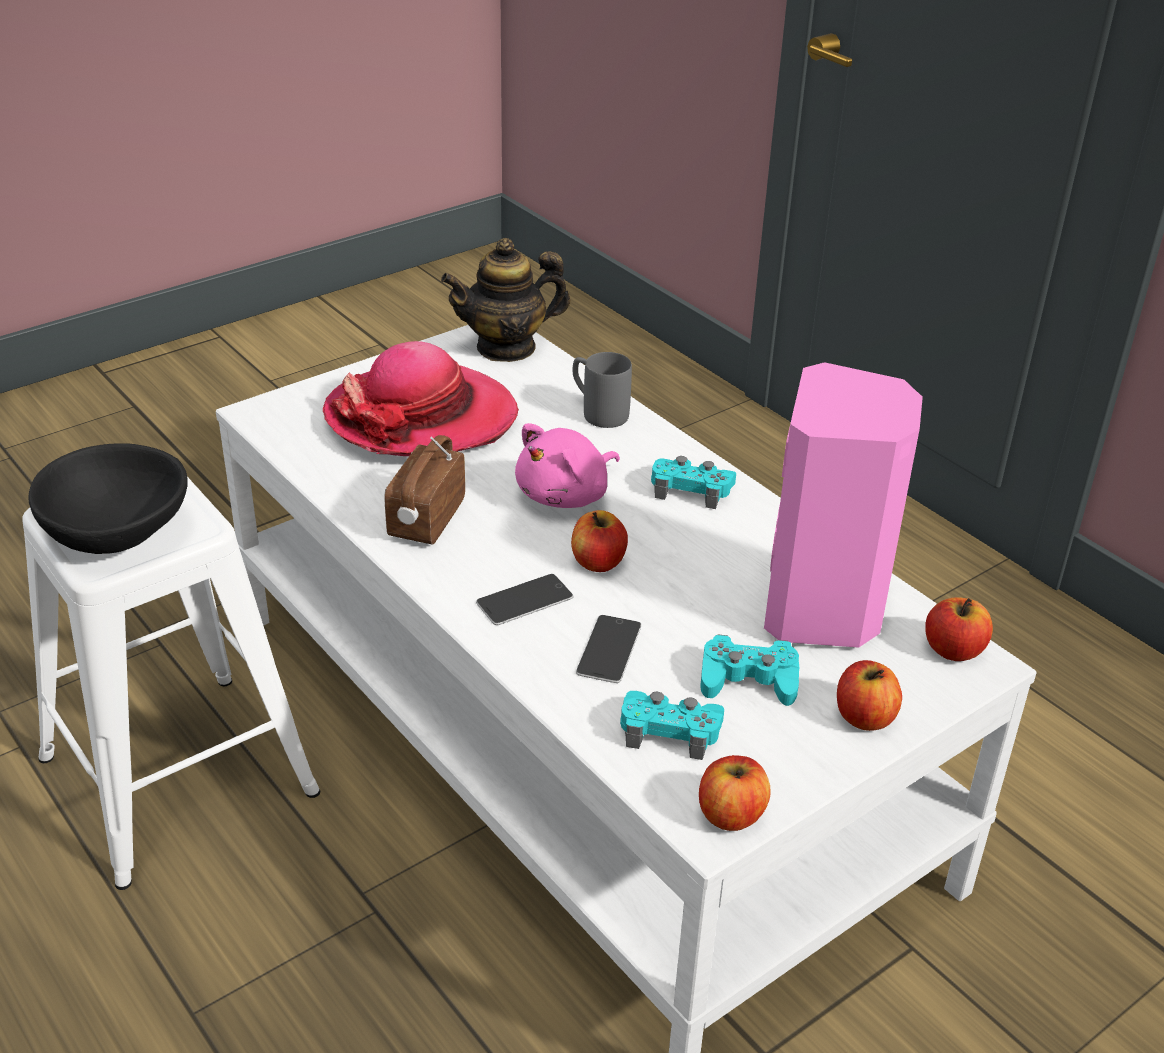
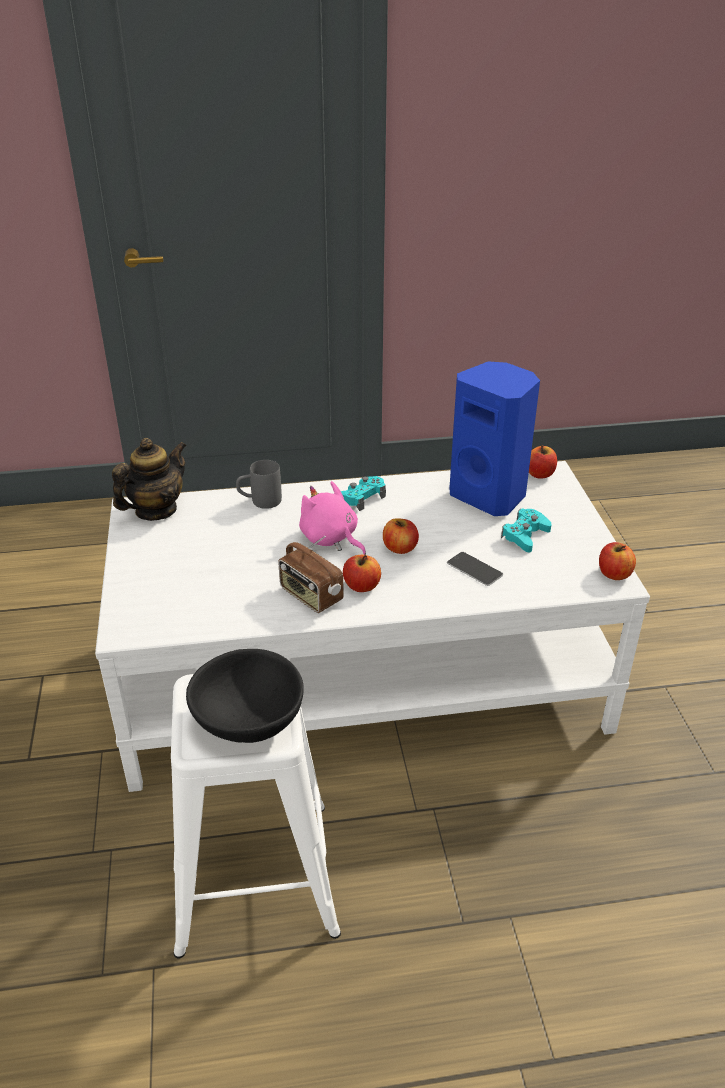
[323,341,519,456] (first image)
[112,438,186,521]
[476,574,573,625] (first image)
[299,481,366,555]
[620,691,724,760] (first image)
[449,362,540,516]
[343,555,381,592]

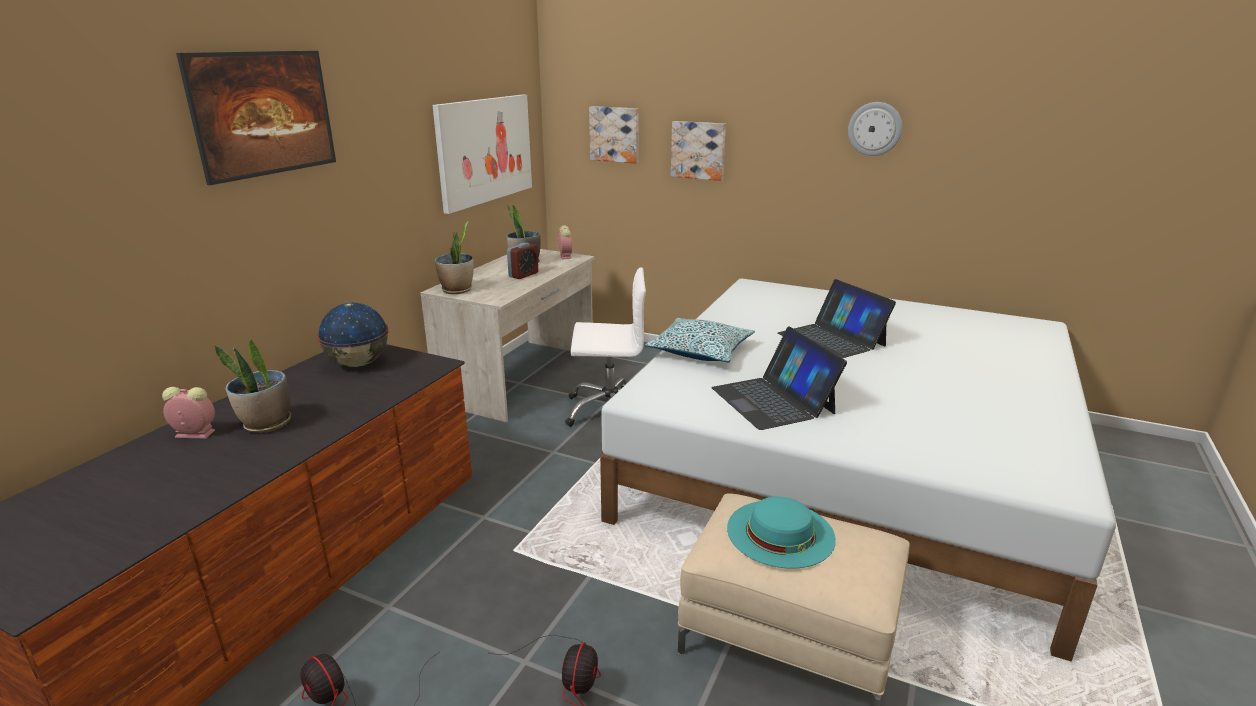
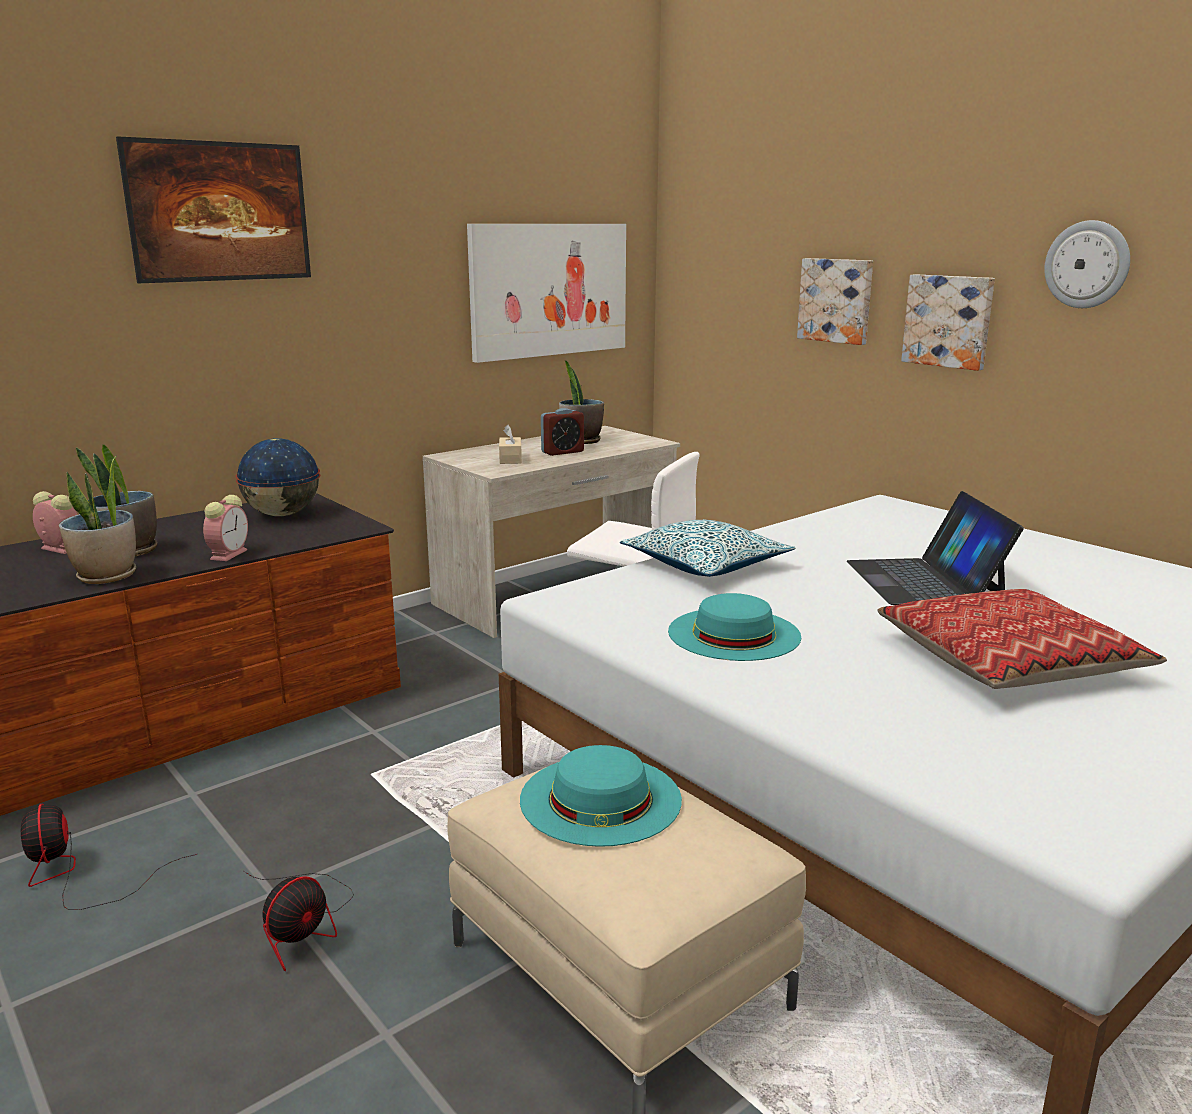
[59,456,136,584]
[203,495,248,561]
[901,274,995,371]
[668,593,801,661]
[499,424,522,464]
[877,589,1167,689]

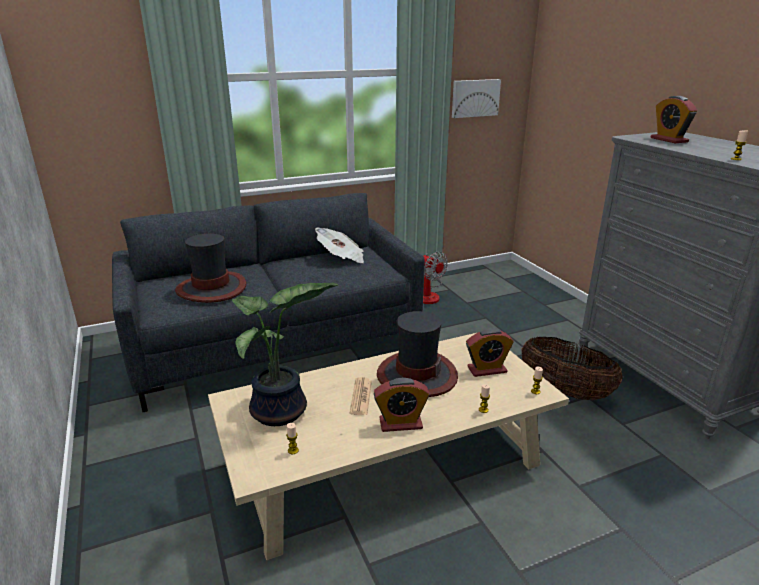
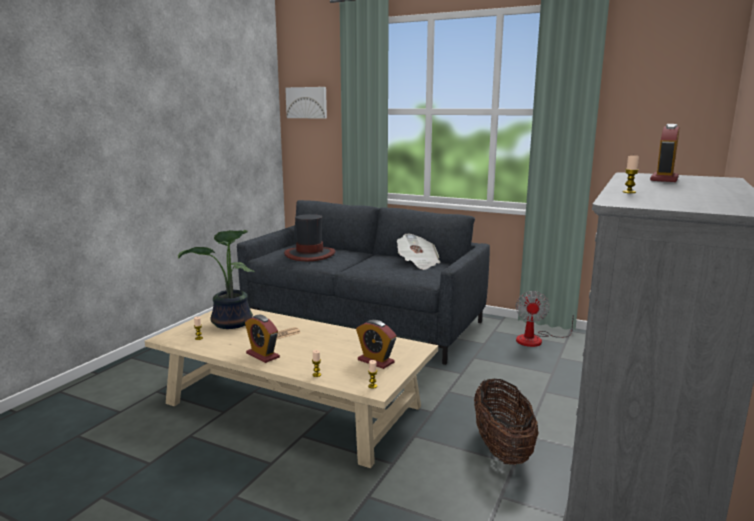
[377,311,458,397] (first image)
[285,87,327,119]

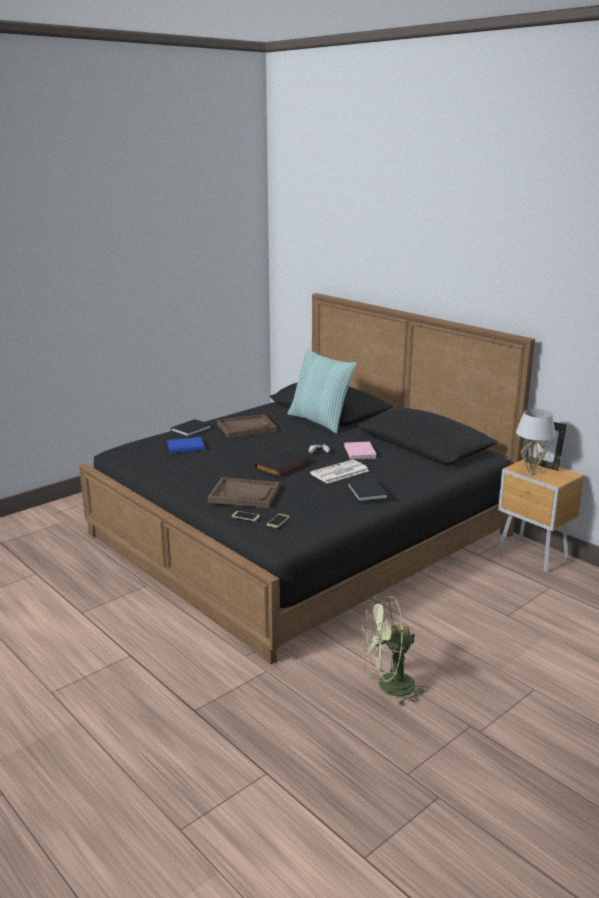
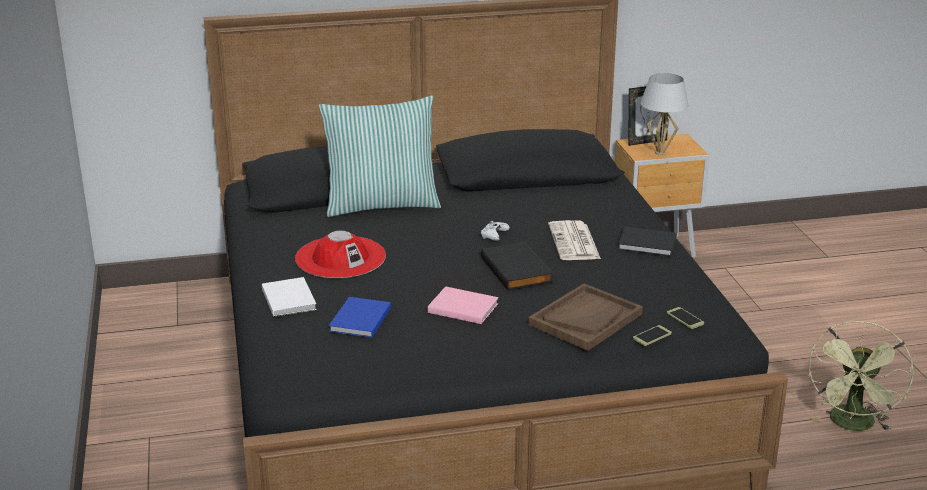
[262,277,317,317]
[295,231,386,278]
[428,286,498,324]

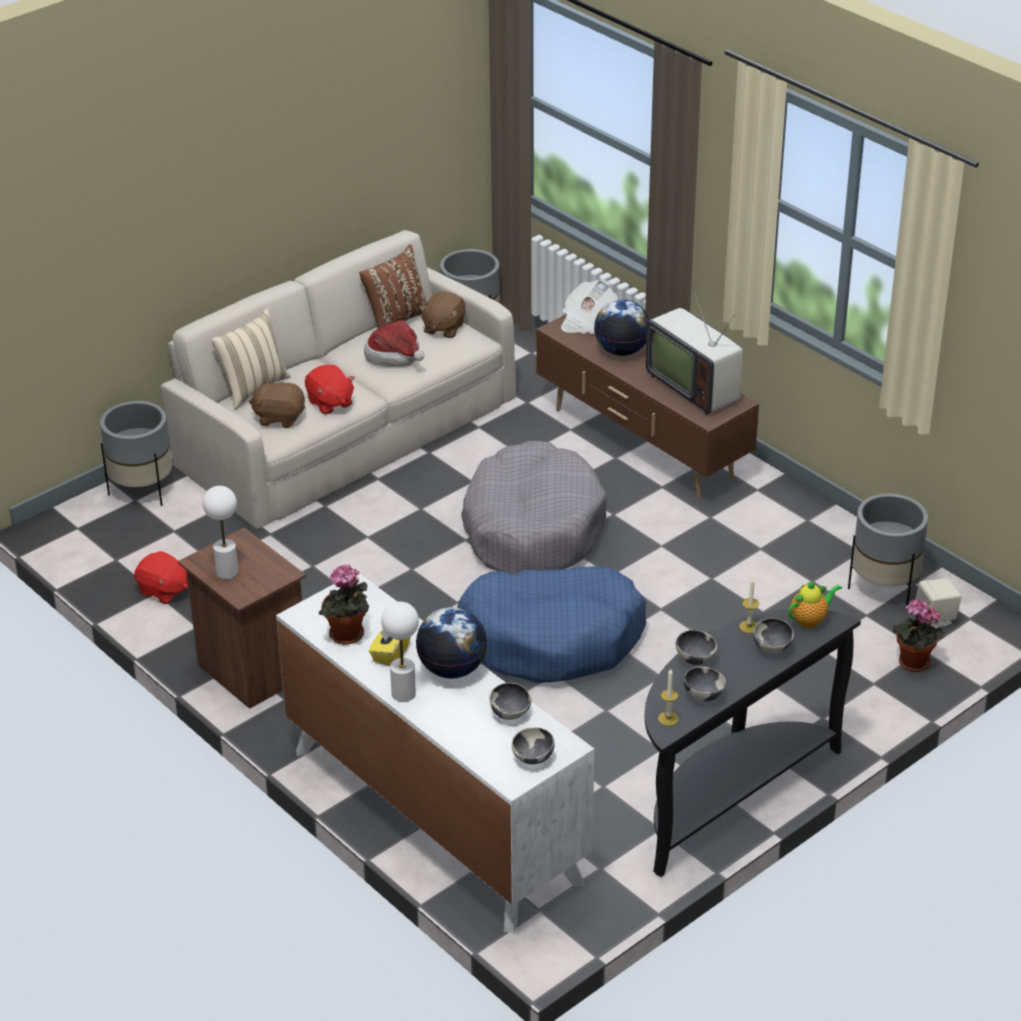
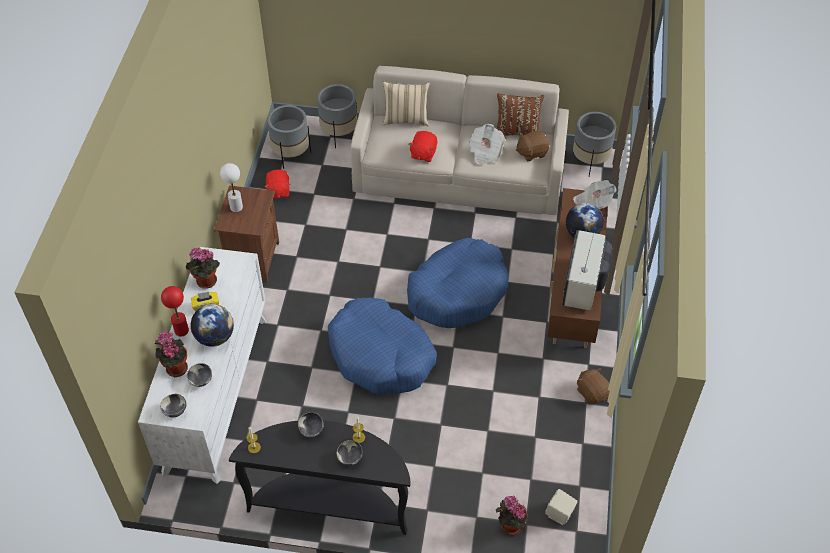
[577,368,610,404]
[469,124,505,165]
[161,286,189,337]
[407,238,508,328]
[684,667,726,702] (first image)
[788,581,842,628] (first image)
[267,105,311,169]
[155,331,188,377]

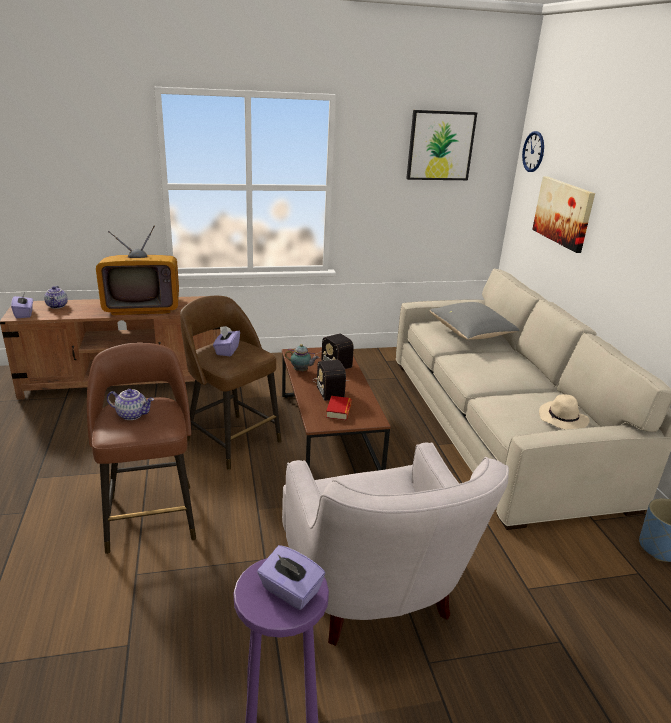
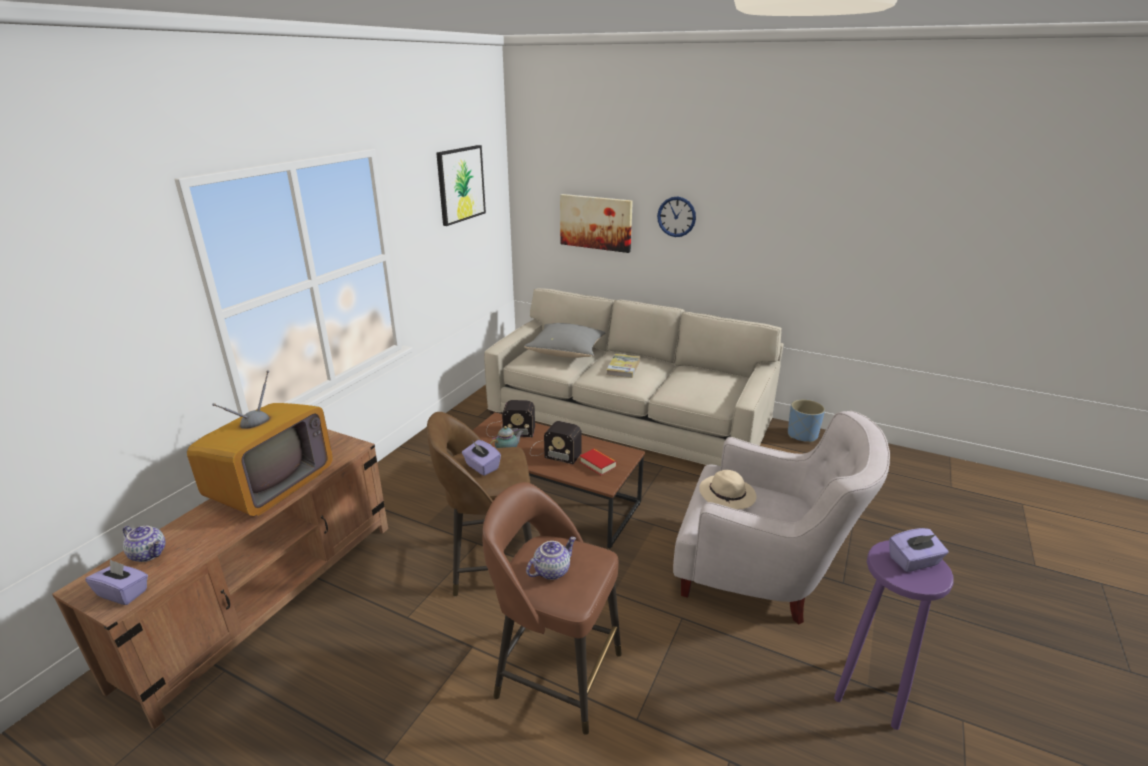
[657,197,696,237]
[699,470,757,509]
[606,354,640,378]

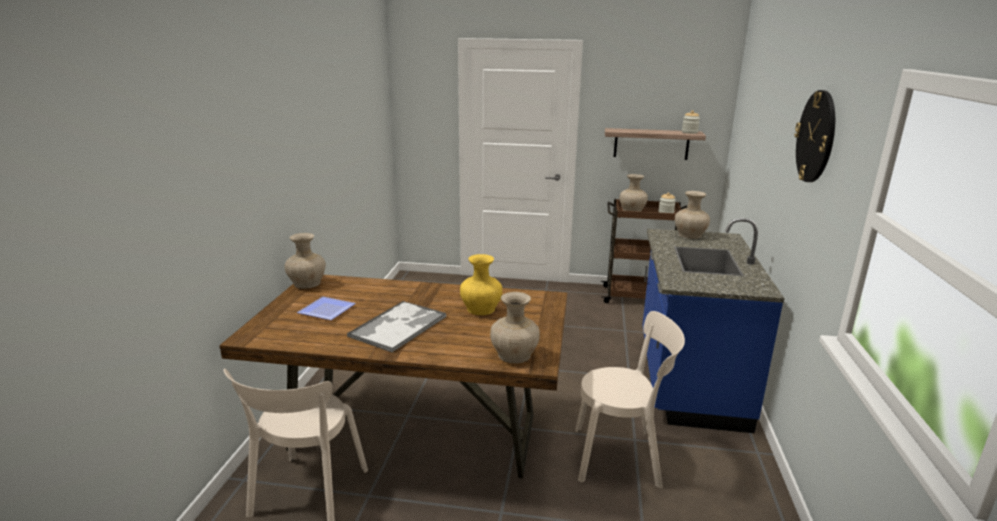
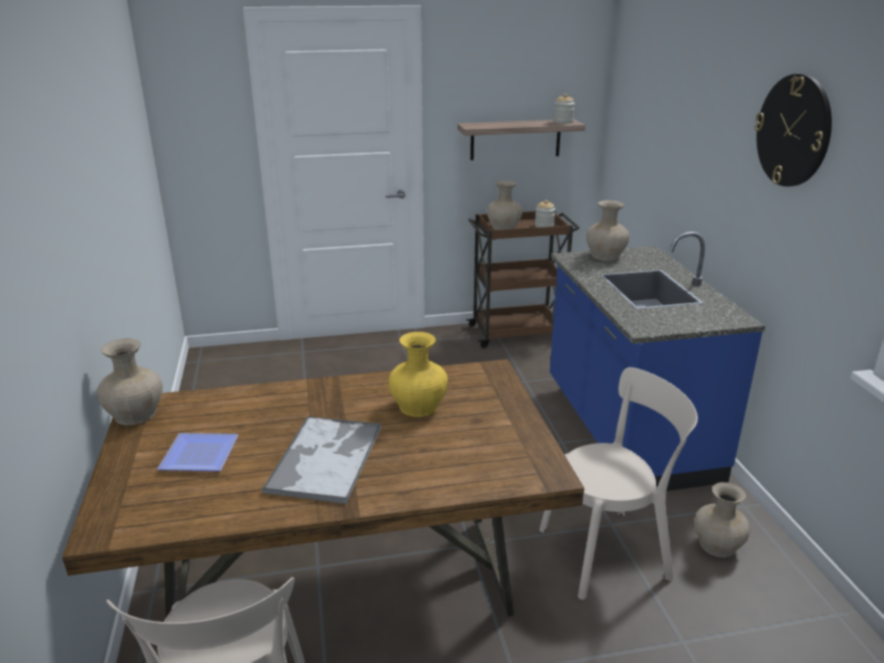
[694,482,750,558]

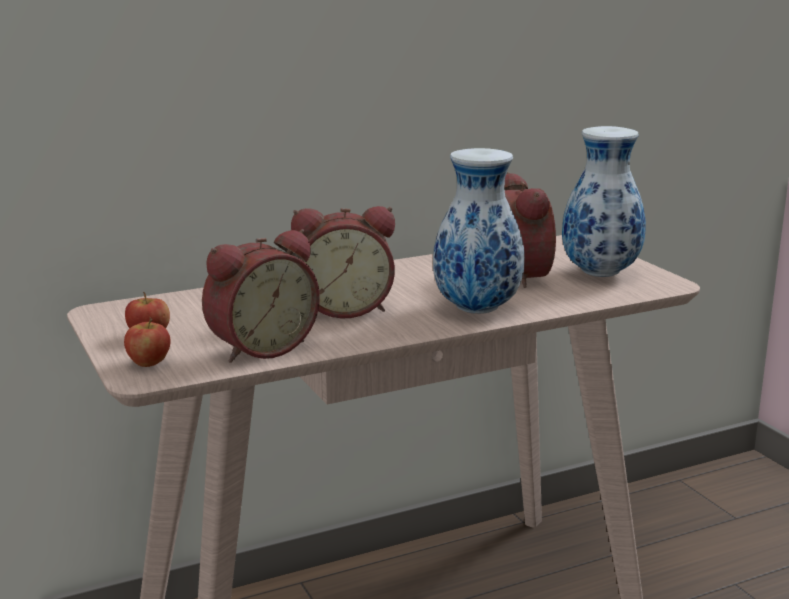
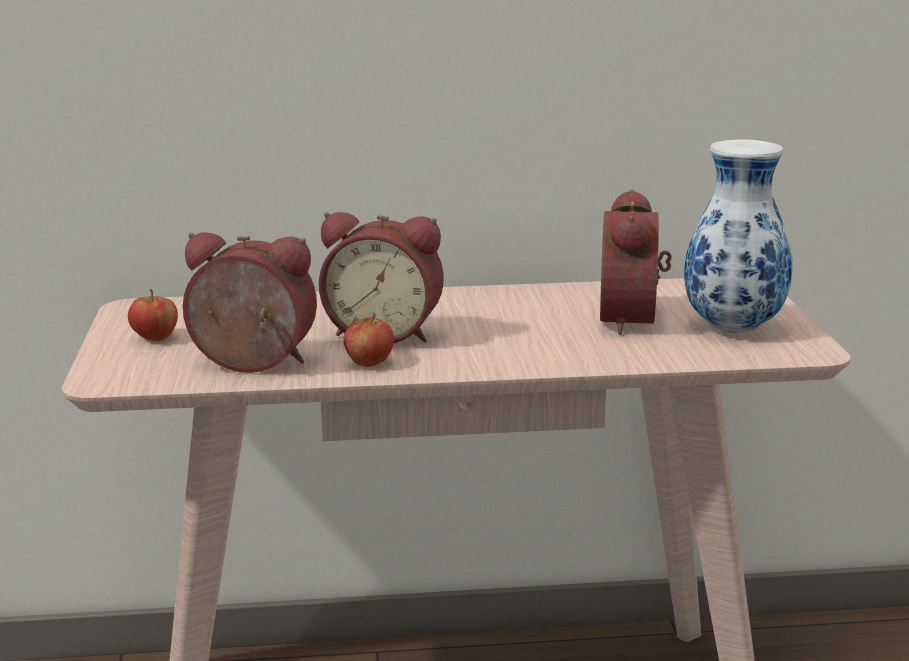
[344,312,394,367]
[183,232,317,373]
[433,148,525,314] (first image)

